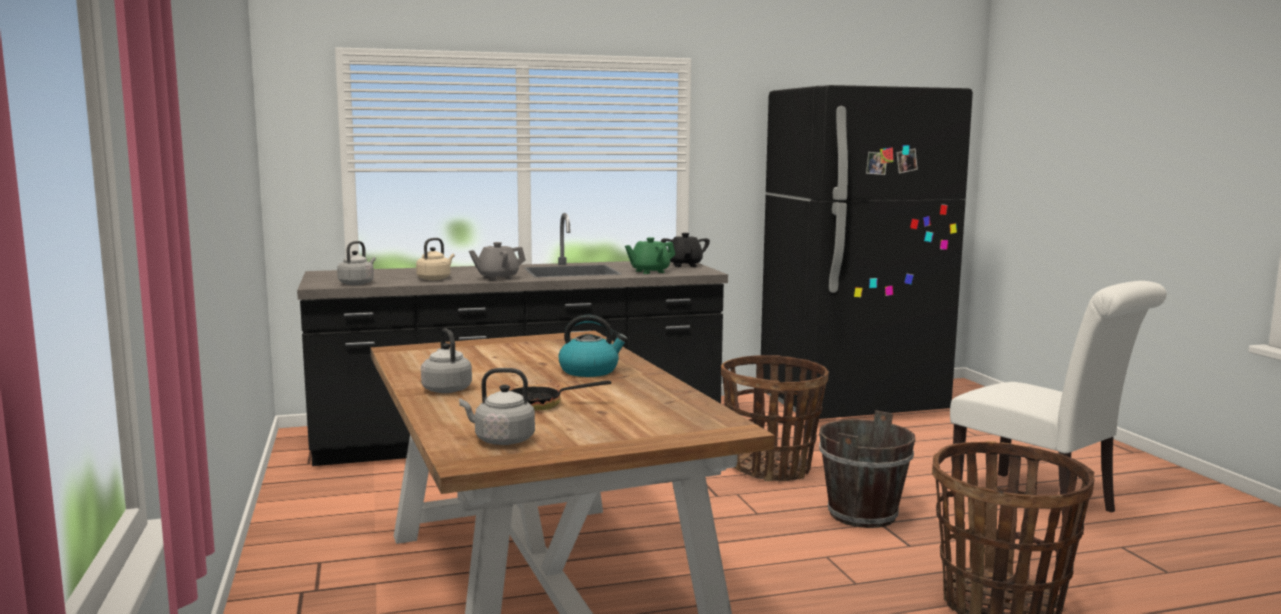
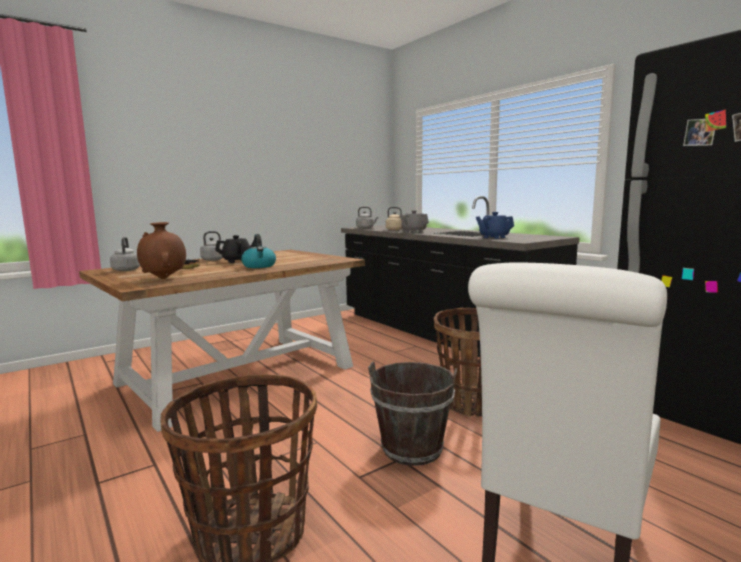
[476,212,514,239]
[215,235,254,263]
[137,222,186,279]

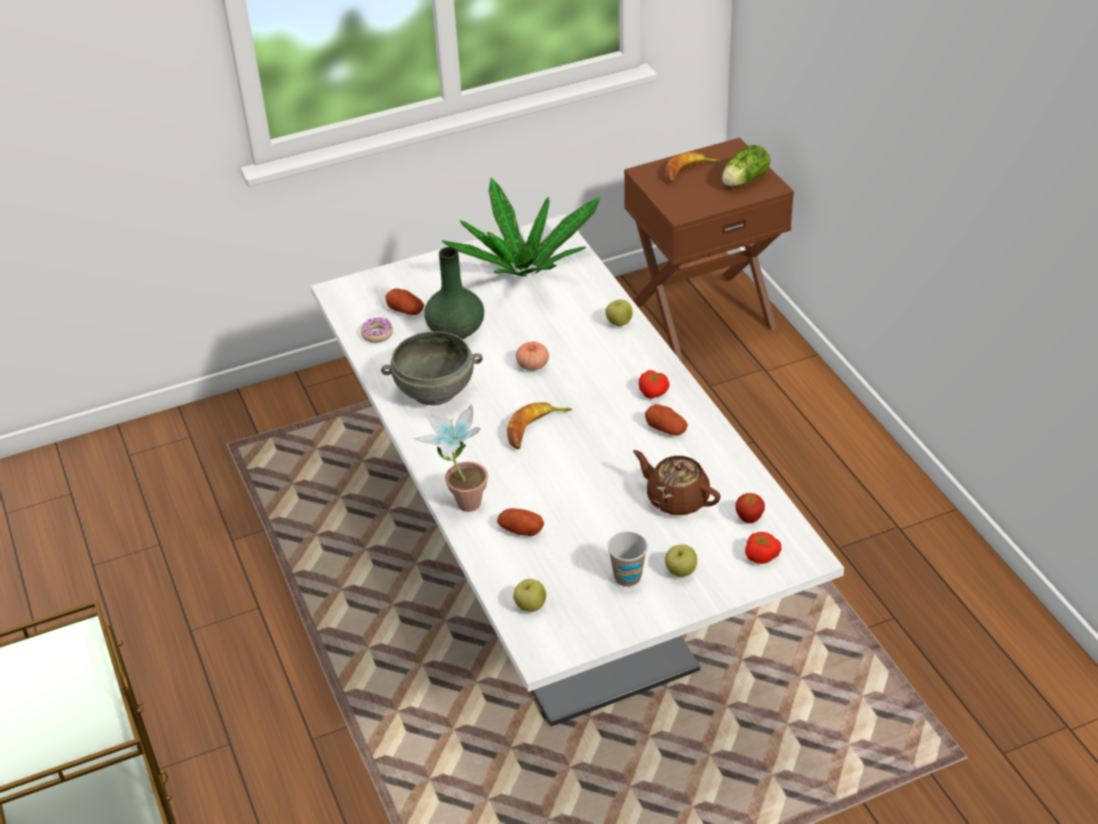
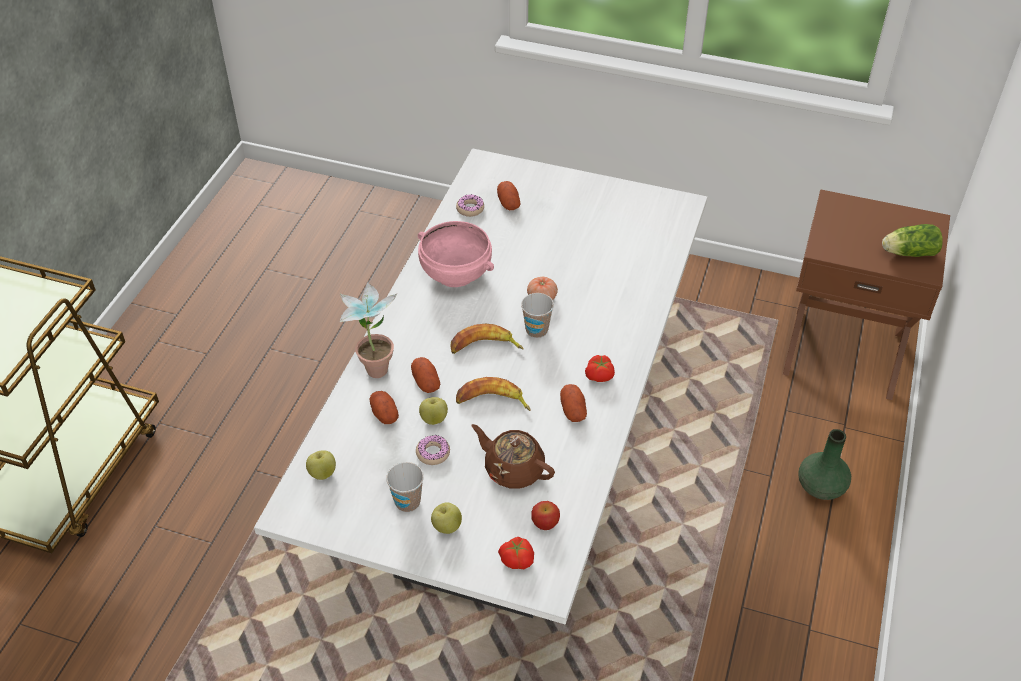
[418,221,494,287]
[798,429,851,500]
[442,177,600,276] (first image)
[419,397,448,425]
[471,424,555,488]
[456,377,531,411]
[411,357,440,393]
[416,435,450,465]
[521,293,554,338]

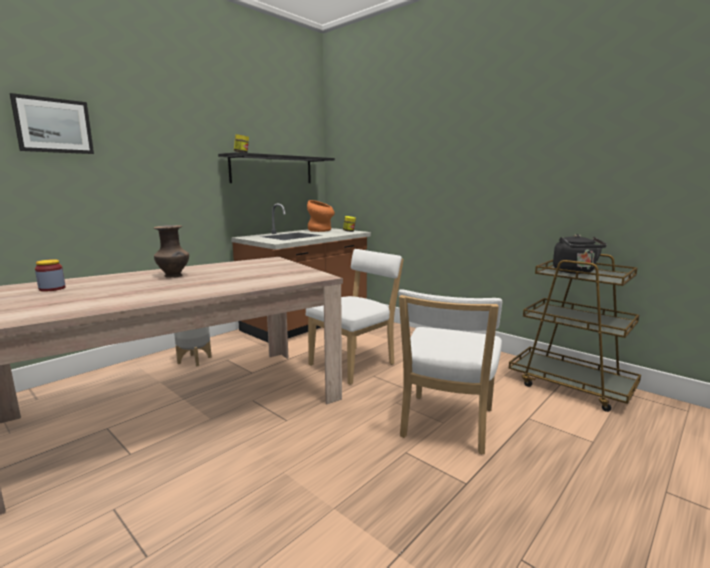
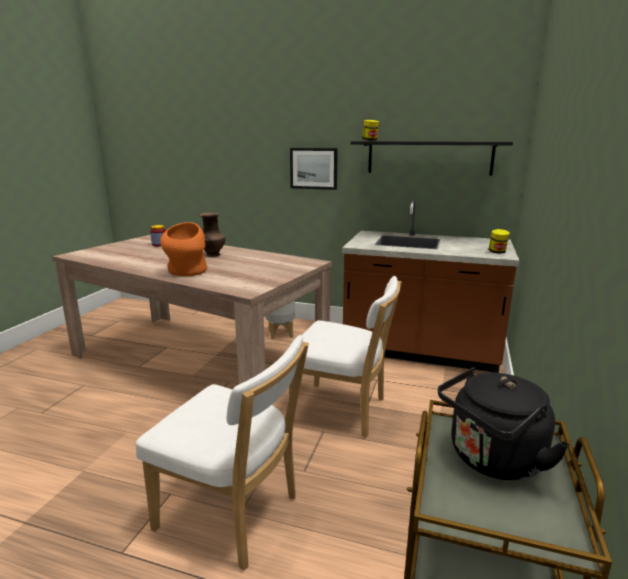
[290,148,338,190]
[160,222,207,276]
[136,335,309,571]

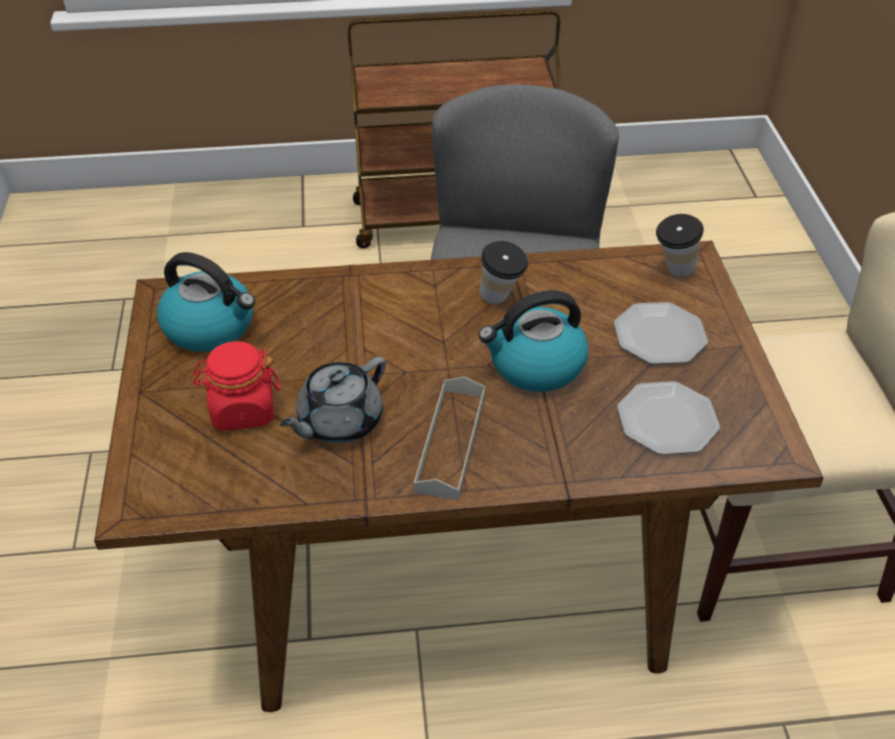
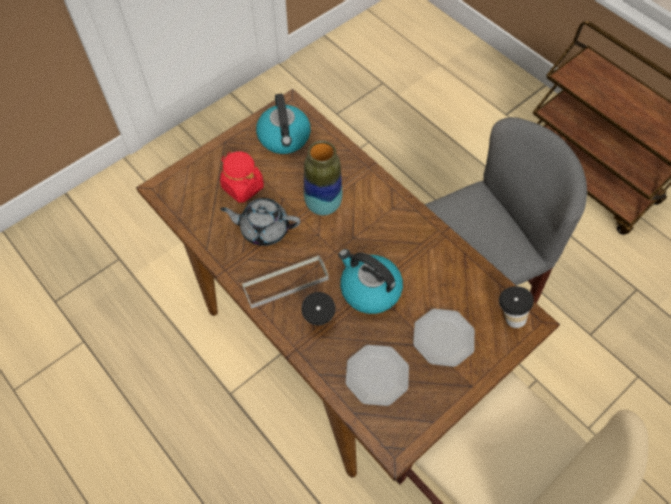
[301,292,335,325]
[304,141,342,215]

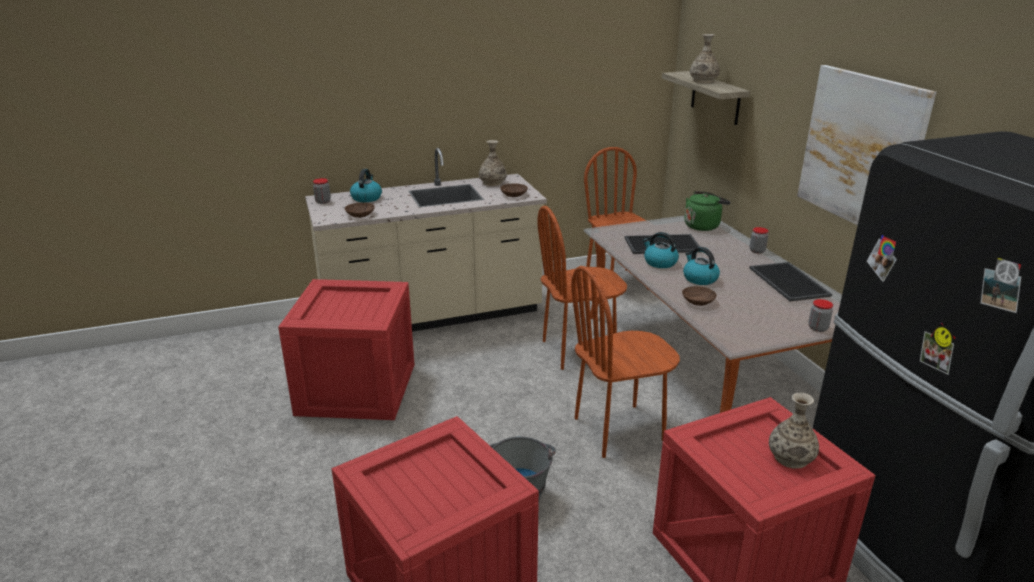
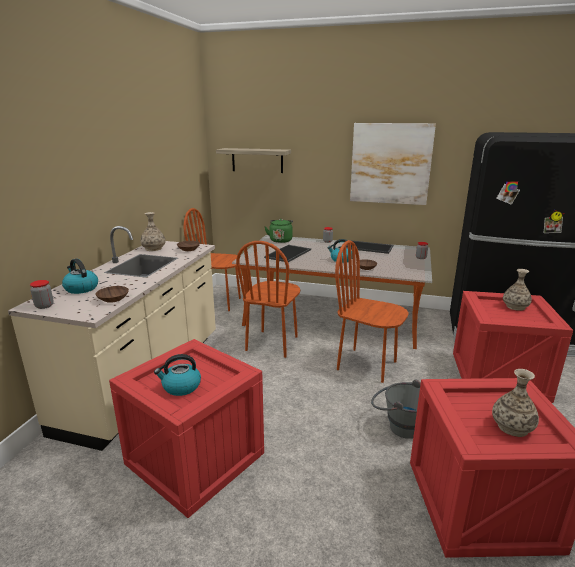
[335,240,409,383]
[154,354,201,396]
[492,369,539,437]

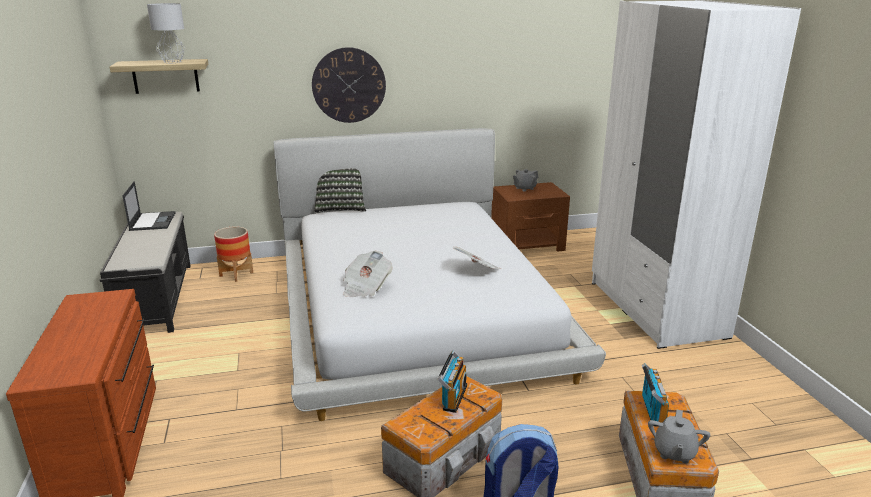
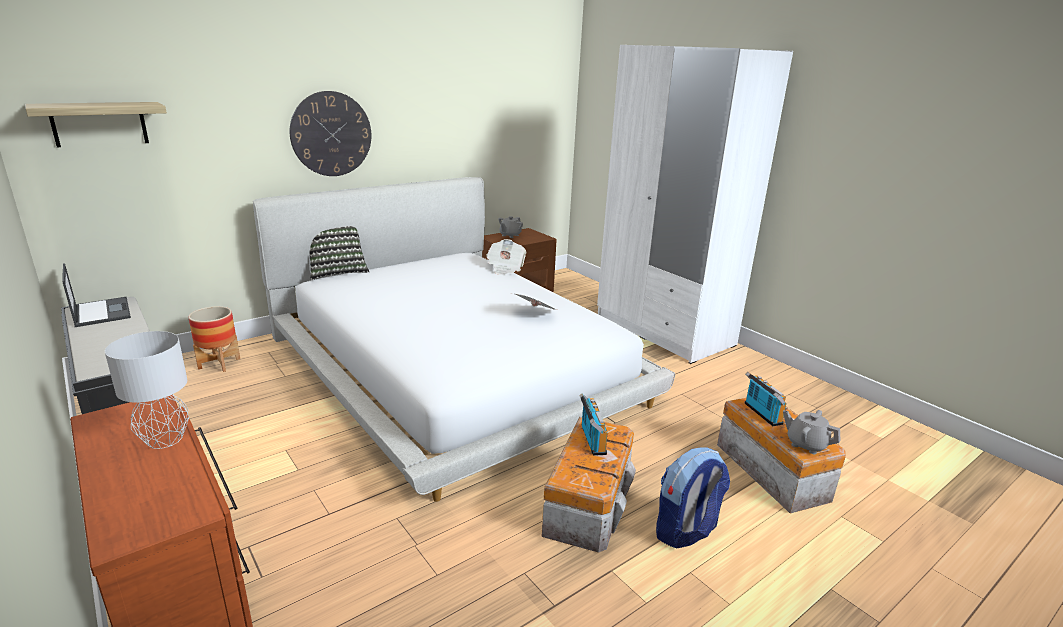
[105,331,189,449]
[486,239,527,275]
[783,410,841,454]

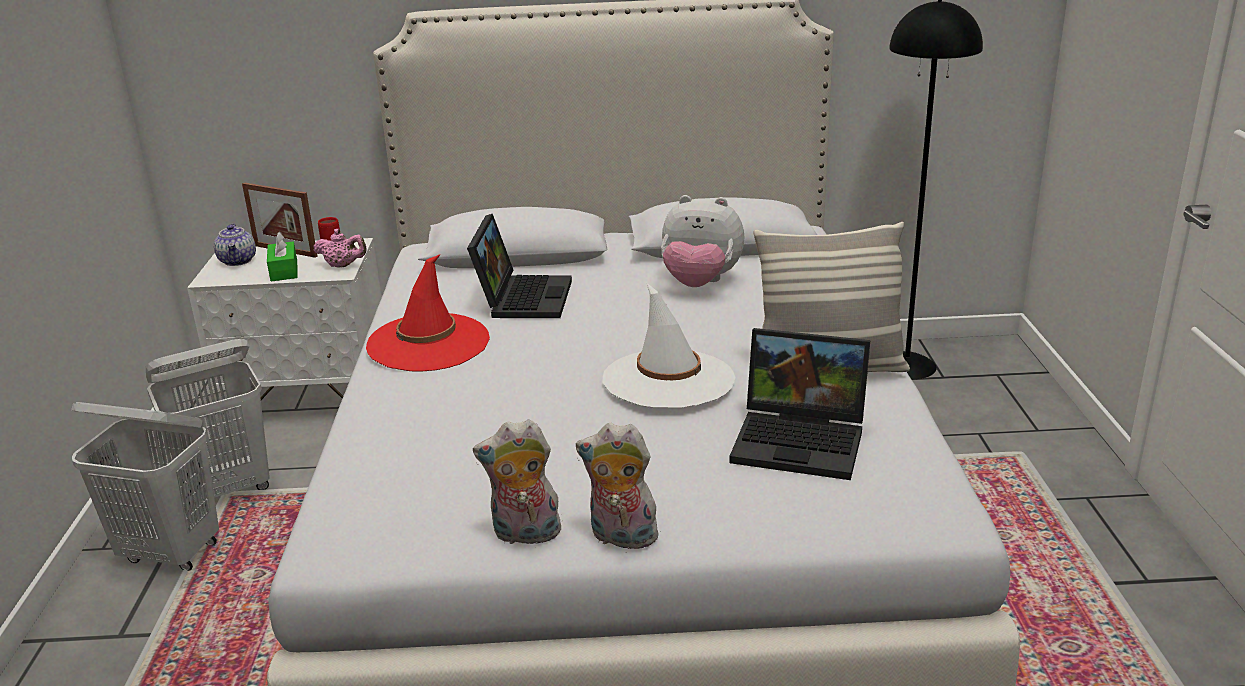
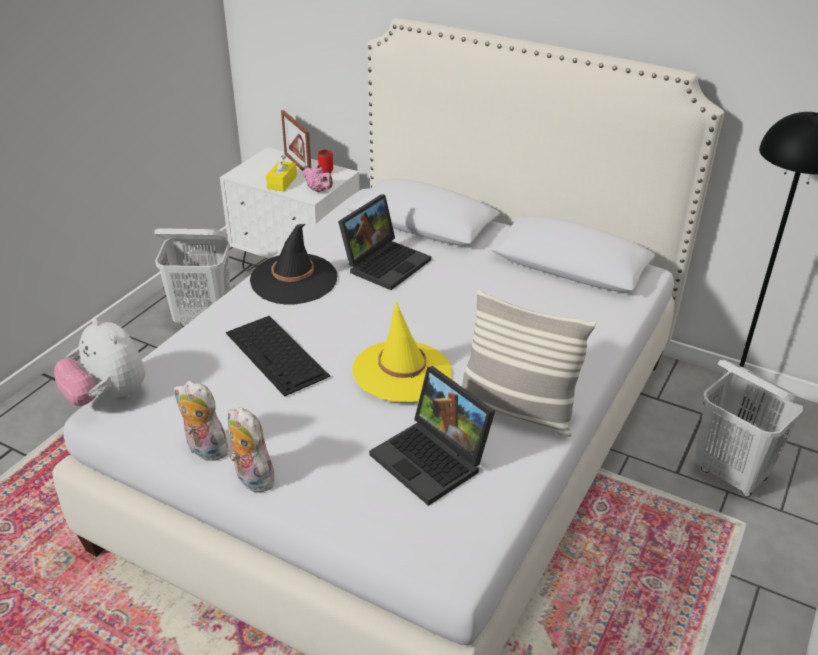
[694,359,806,497]
[214,223,256,266] (first image)
[266,155,297,191]
[250,224,338,305]
[352,301,452,402]
[54,318,145,406]
[226,316,330,397]

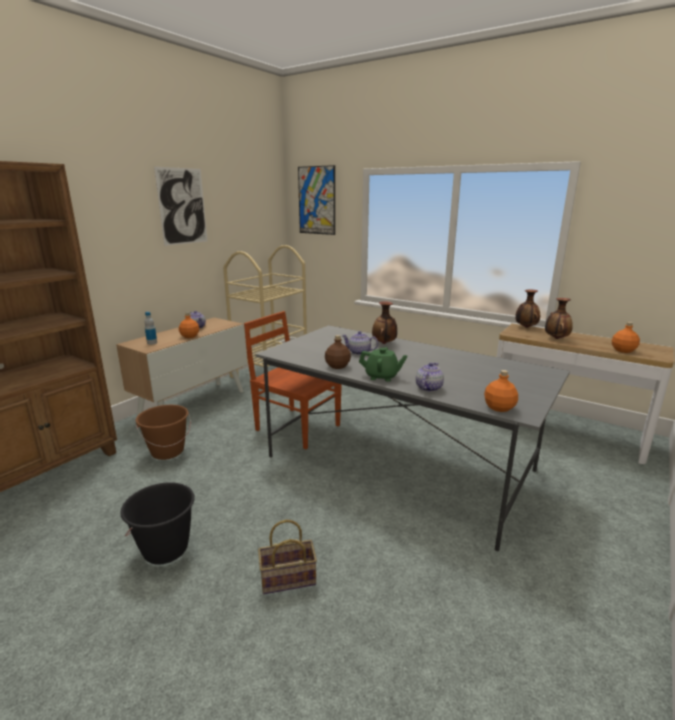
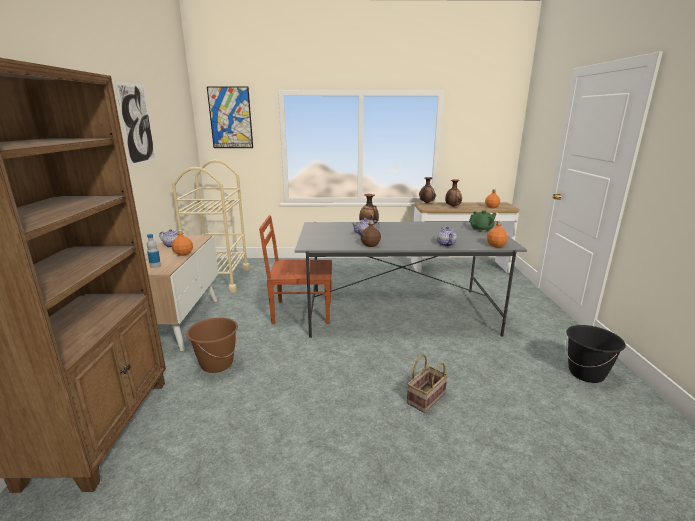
[565,325,626,383]
[469,210,497,232]

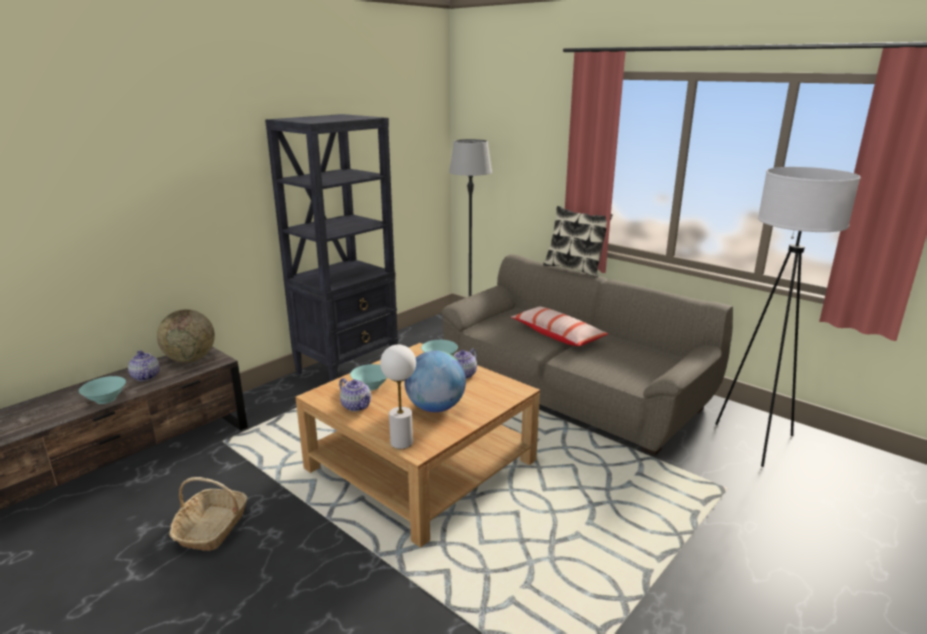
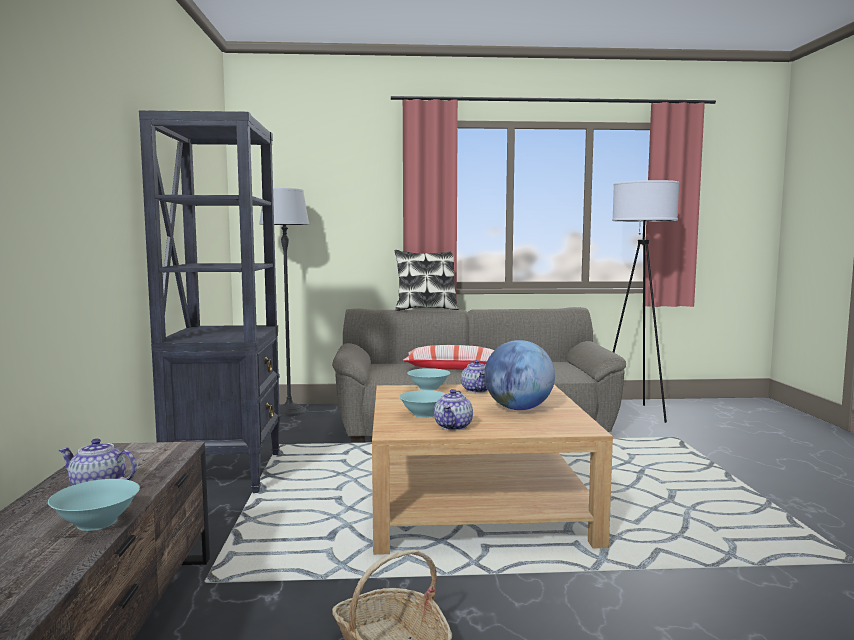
[157,309,215,362] (first image)
[434,389,473,430]
[380,345,416,449] (first image)

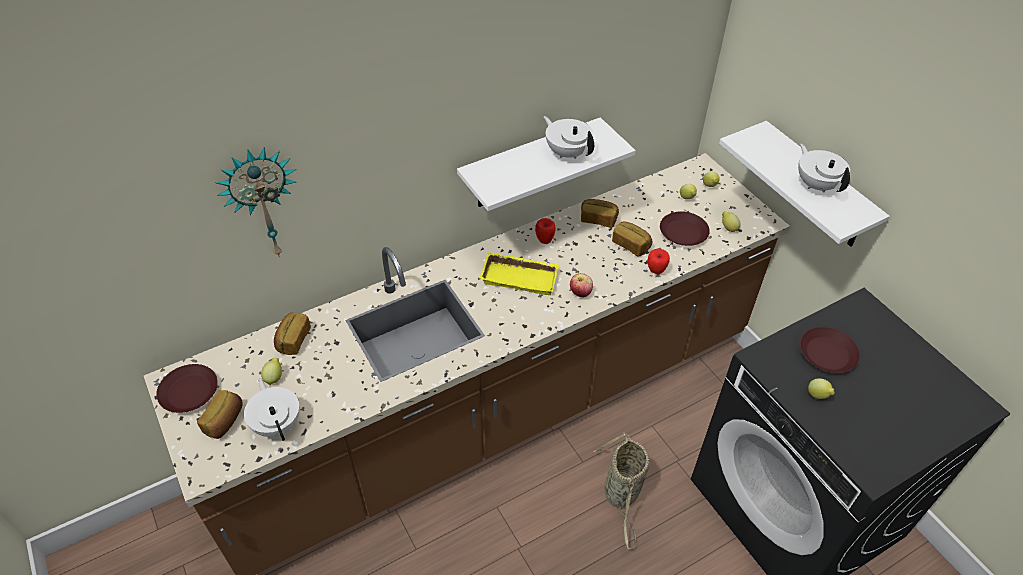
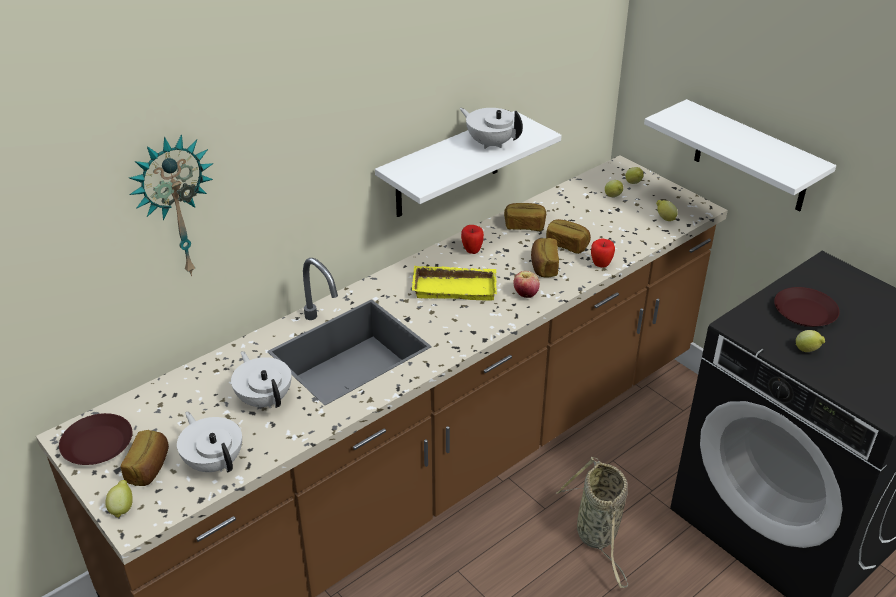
[105,480,133,518]
[531,238,559,277]
[660,211,710,246] (first image)
[231,351,292,408]

